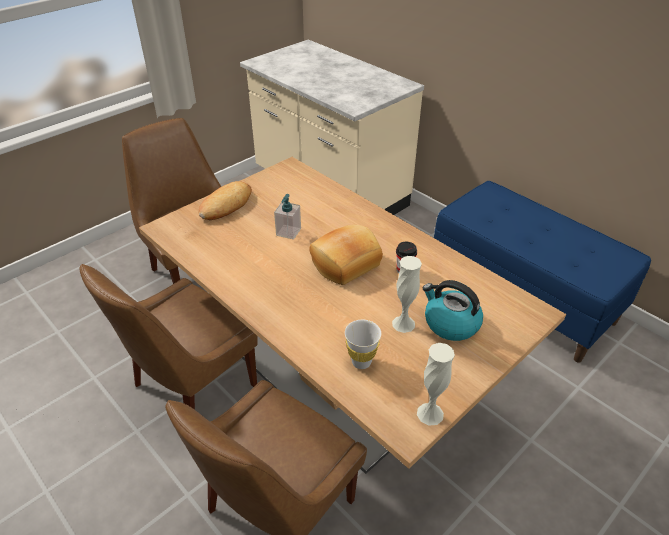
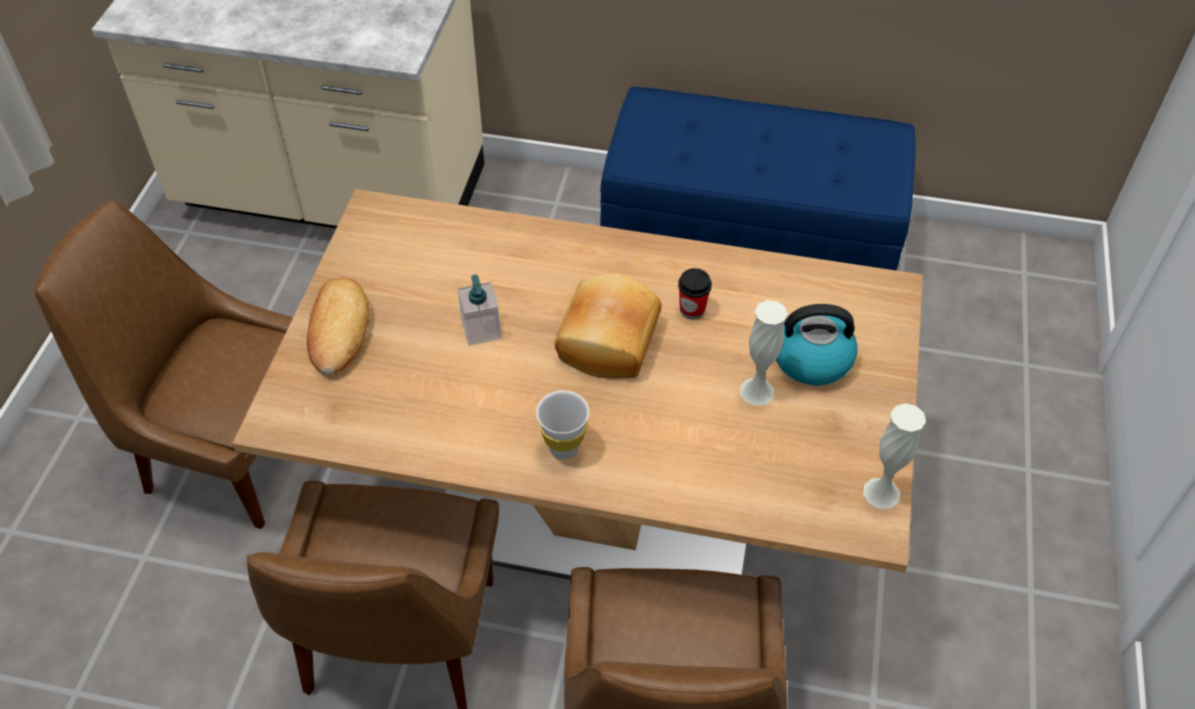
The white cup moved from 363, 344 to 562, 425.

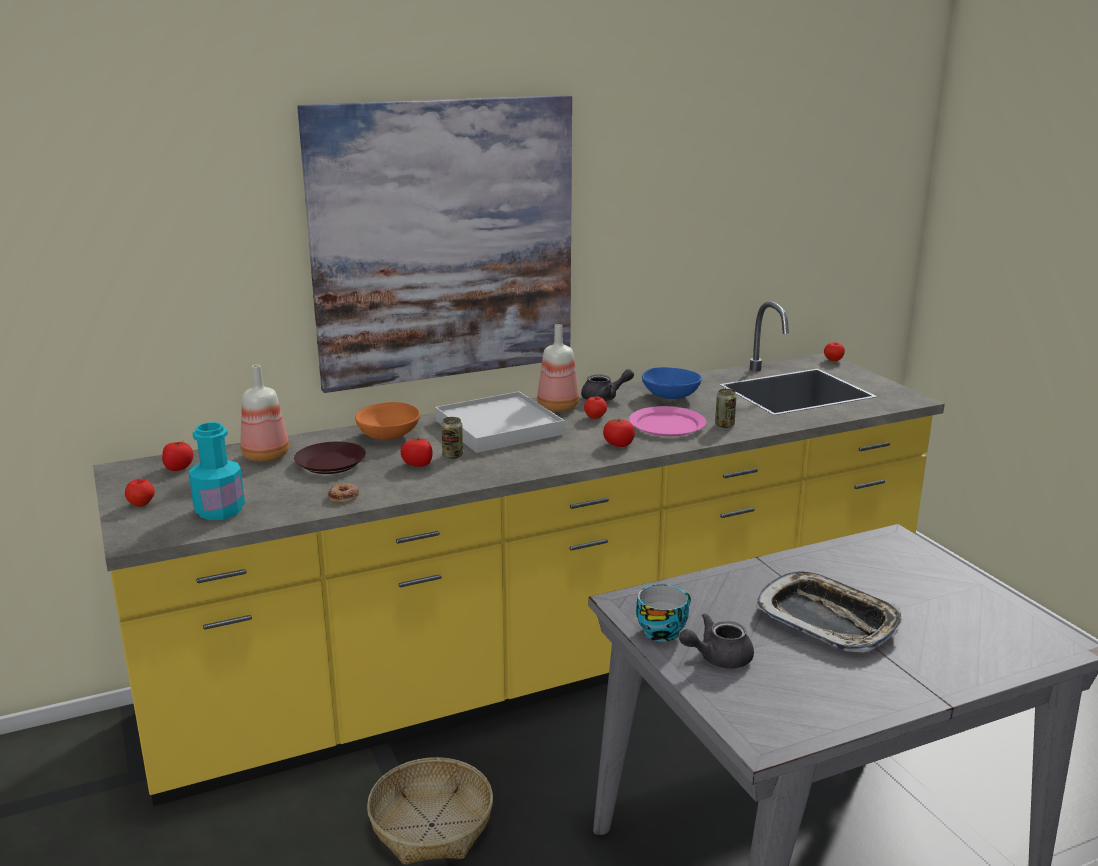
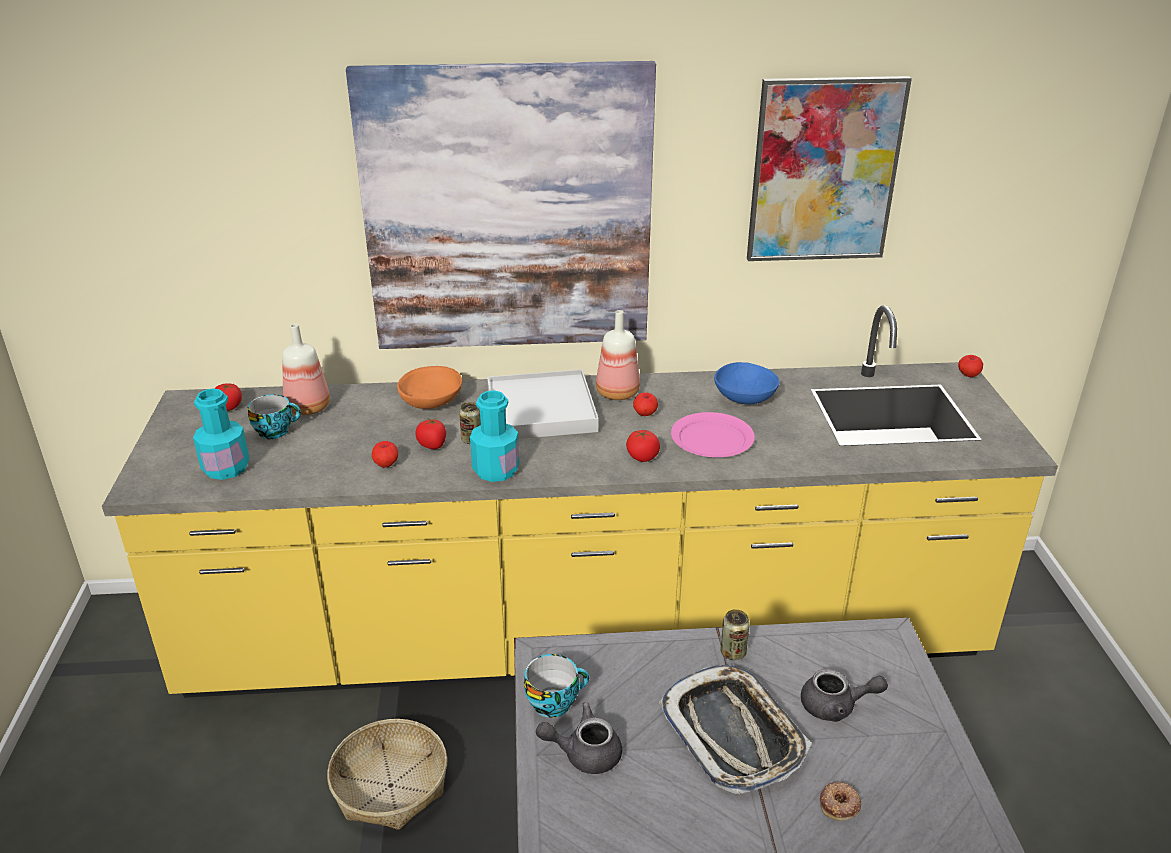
The cup at 274, 416 appeared. The apple moved from 140, 493 to 385, 454. The turquoise bottle at 494, 436 appeared. The can moved from 726, 408 to 735, 634. The picture at 829, 168 appeared. The grey teapot moved from 607, 385 to 844, 695. The donut moved from 343, 493 to 840, 801. The brown plate at 330, 458 disappeared.

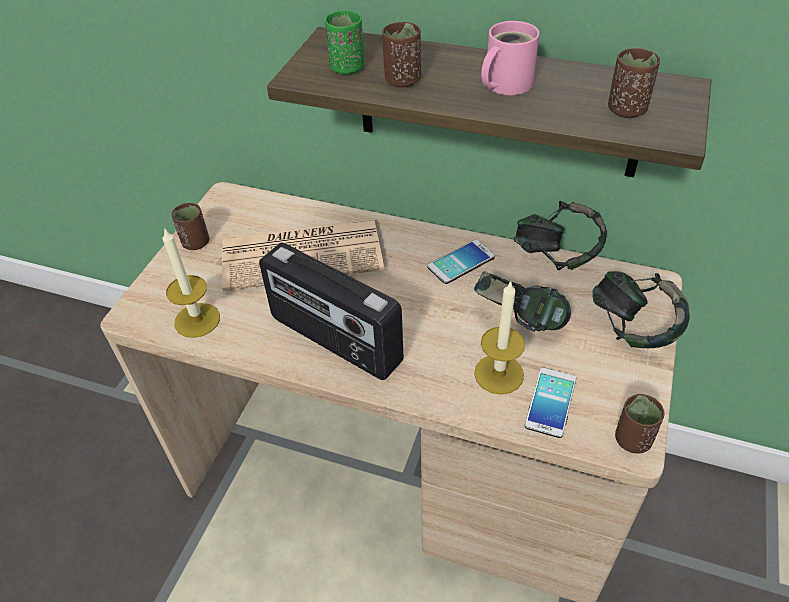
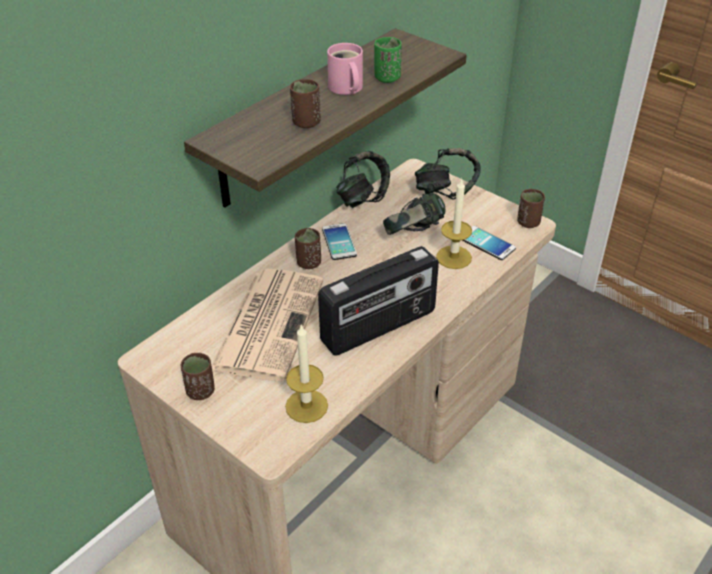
The brown cup moved from 634, 83 to 308, 248. The green cup moved from 344, 42 to 388, 60.

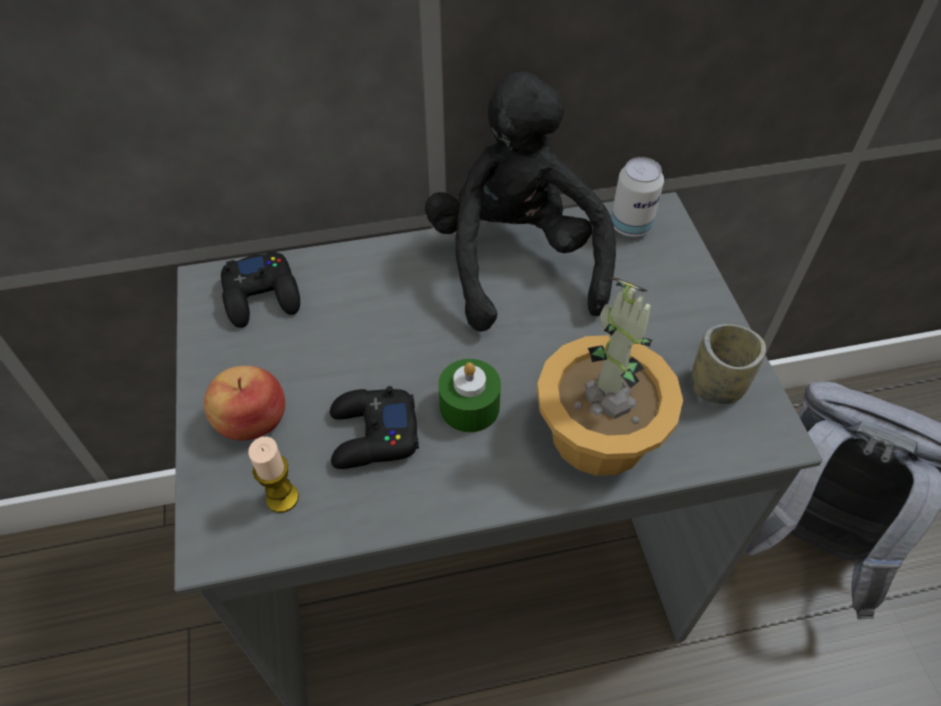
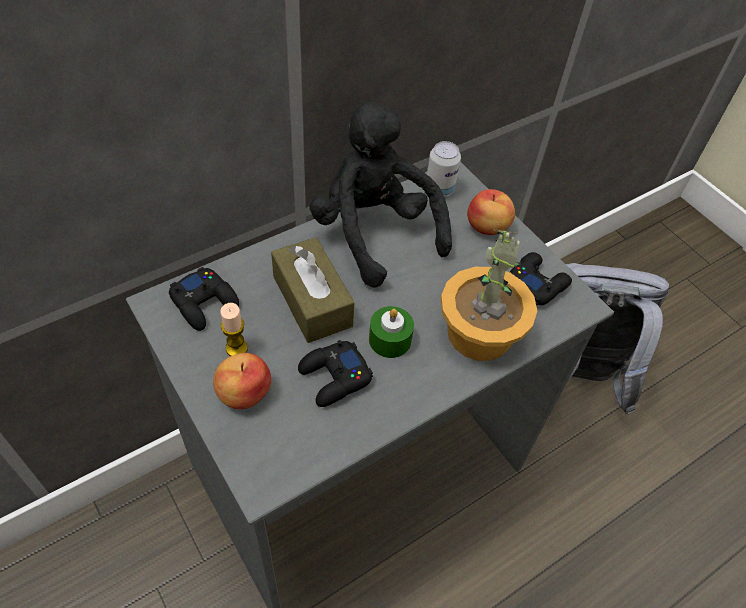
The candle moved from 273, 475 to 234, 329. The brown tissue box at 313, 290 appeared. The apple at 491, 212 appeared. The cup at 728, 364 was replaced by the black game controller at 541, 278.

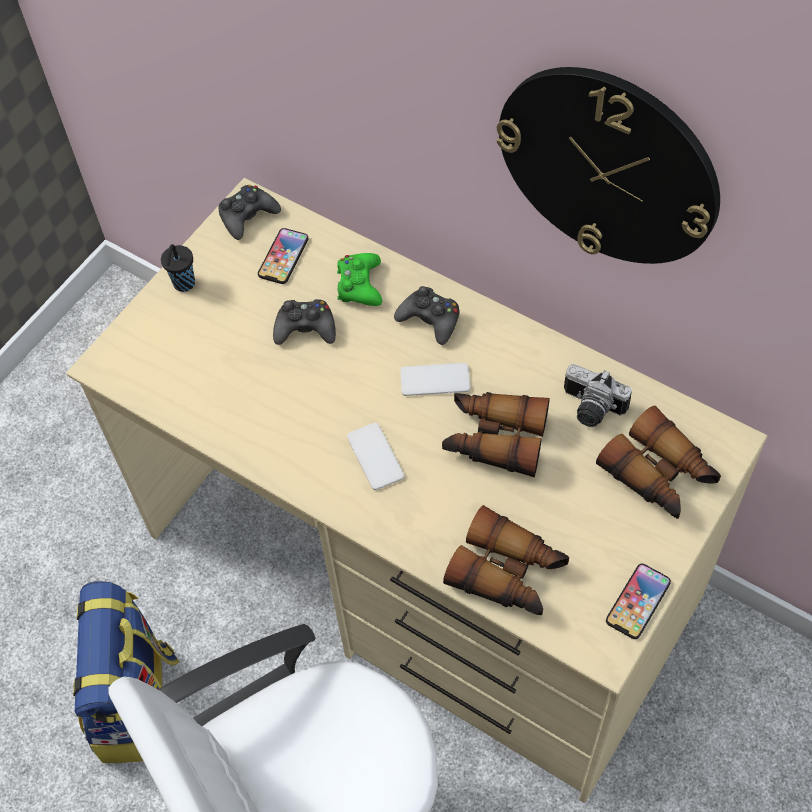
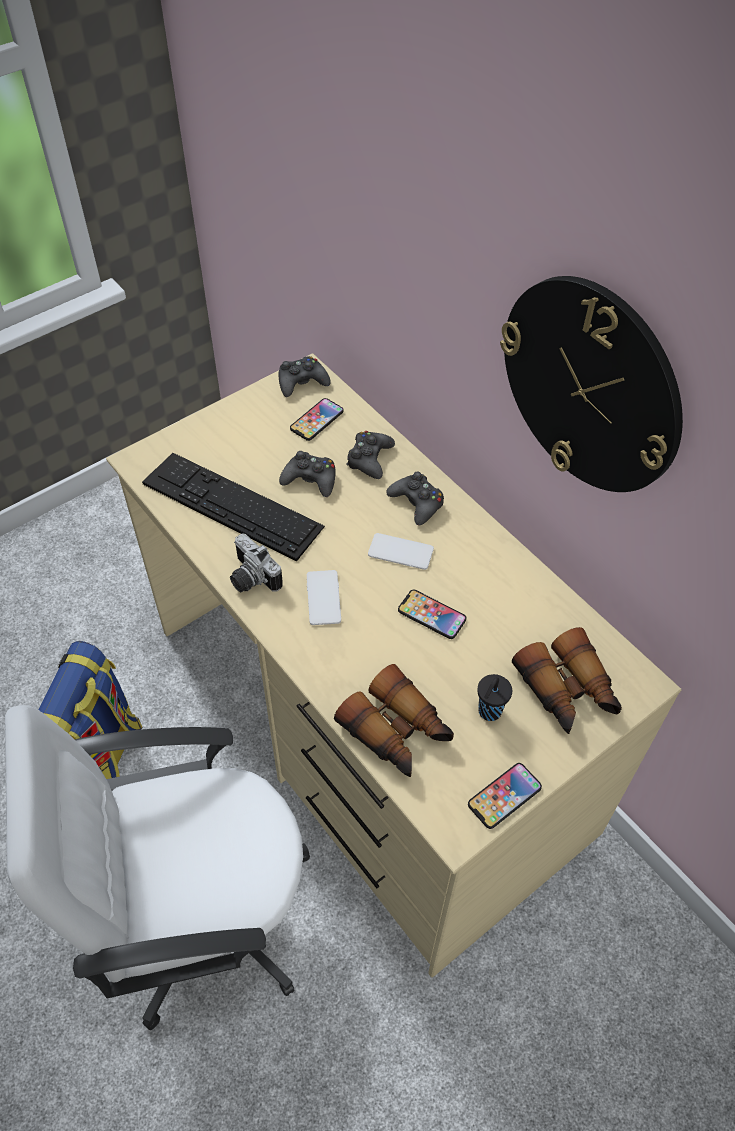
The keyboard at 233, 507 appeared. The photo camera moved from 598, 395 to 256, 563. The green game controller at 359, 279 became the black game controller at 370, 455. The binoculars at 496, 435 was replaced by the phone at 432, 614. The black cup moved from 178, 268 to 495, 697.

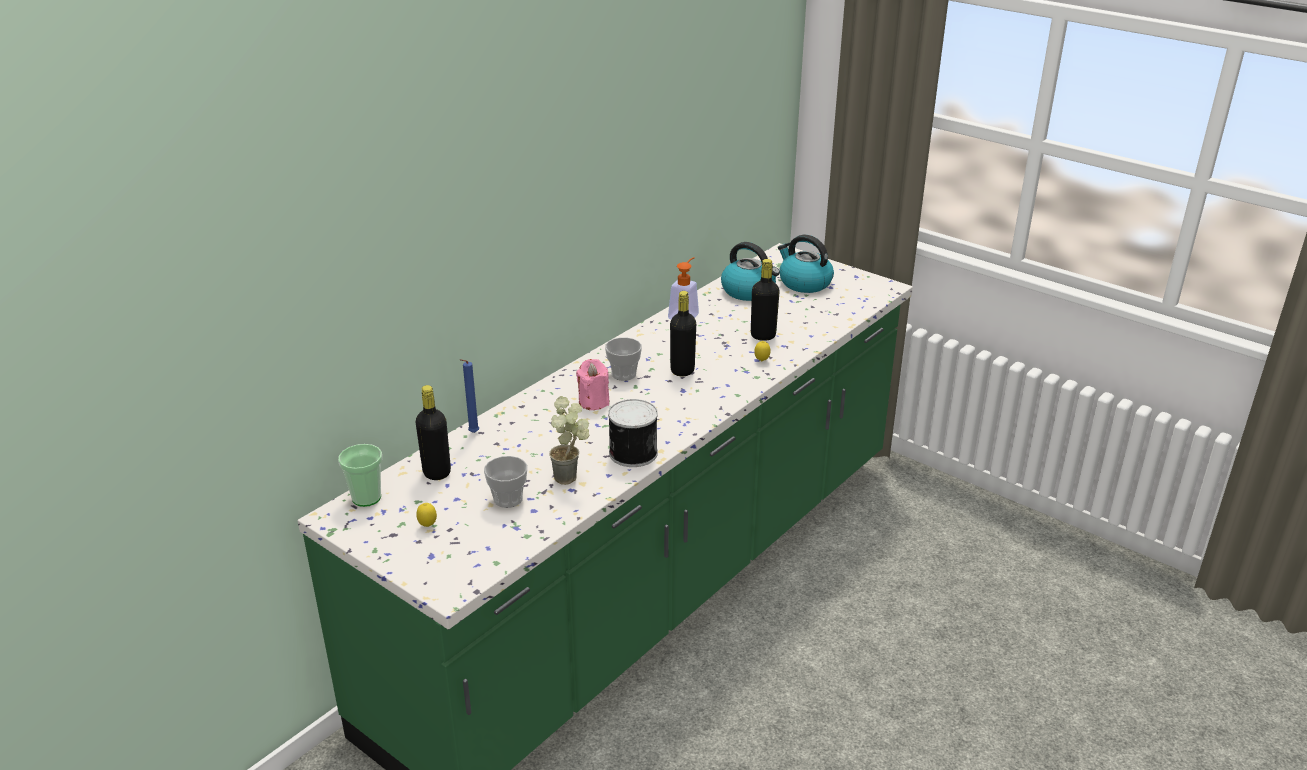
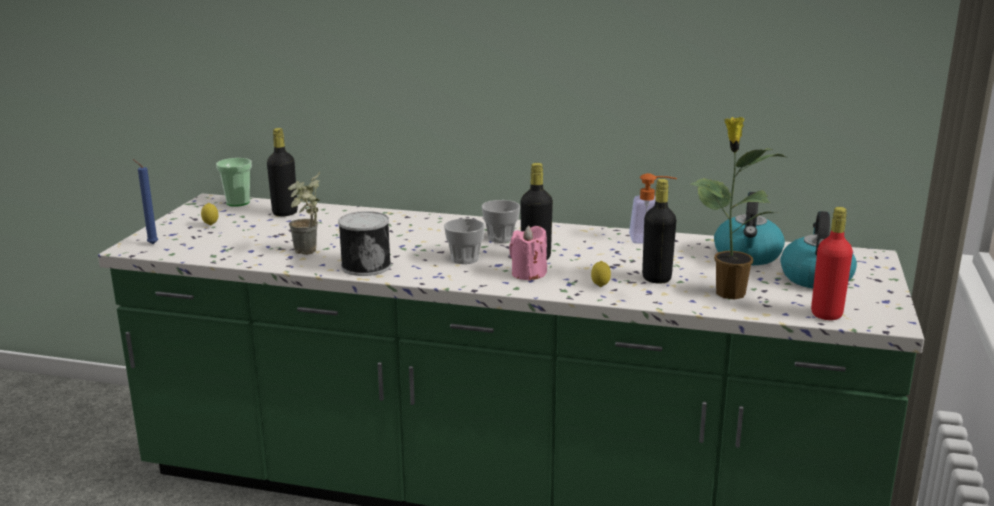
The blue candle moved from 469, 396 to 145, 201. The cup moved from 505, 482 to 464, 241. The pink candle moved from 593, 384 to 528, 253. The potted plant at 738, 208 appeared. The red bottle at 832, 263 appeared.

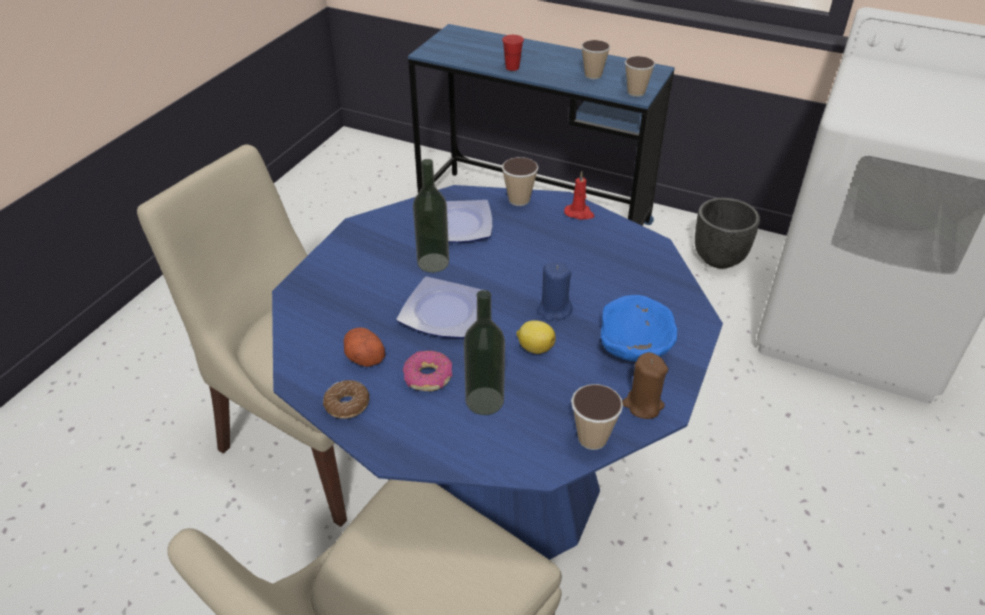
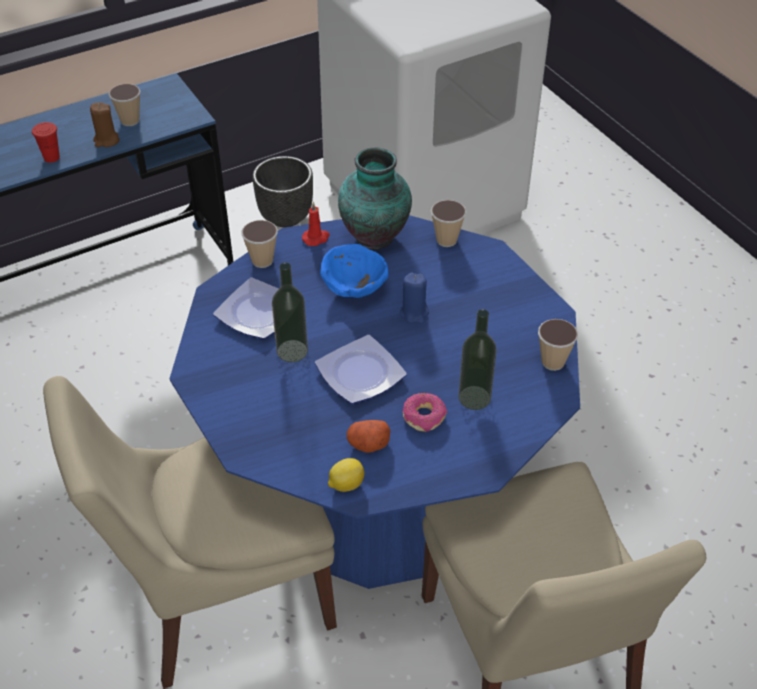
The brown candle moved from 645, 385 to 105, 124. The blue bowl moved from 639, 328 to 354, 271. The lemon moved from 536, 337 to 346, 475. The vase at 375, 198 appeared. The cup moved from 640, 76 to 448, 223. The donut at 346, 399 disappeared.

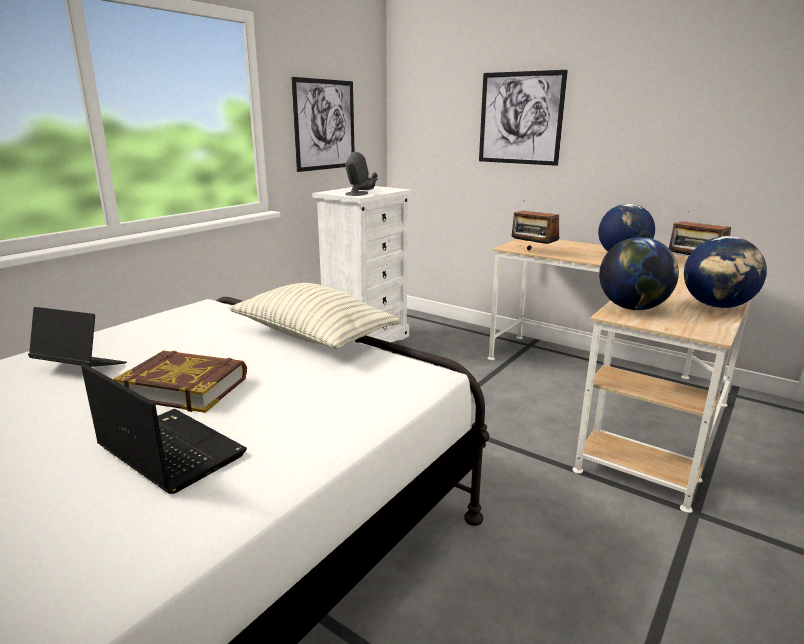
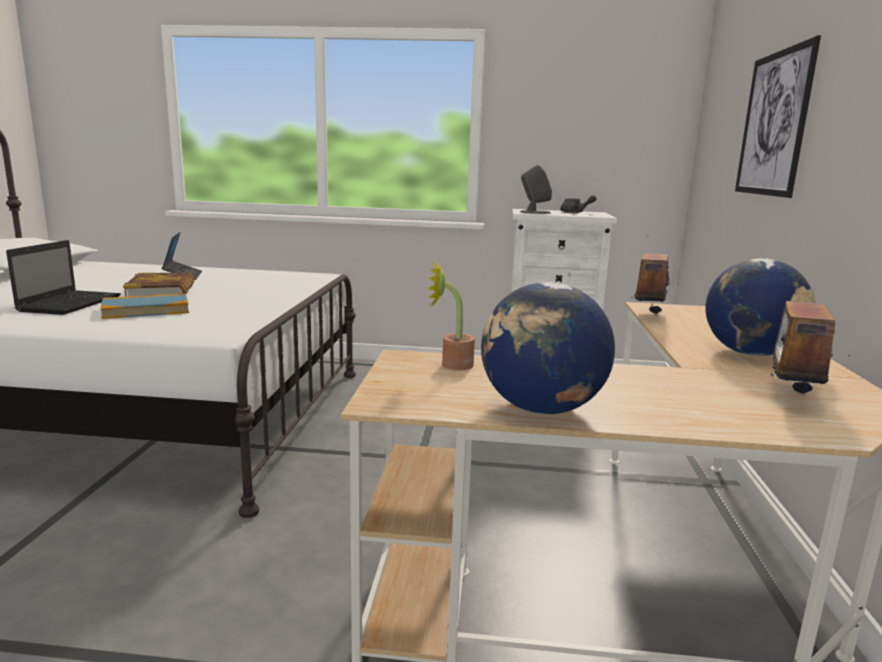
The book at 144, 306 appeared. The globe at 639, 273 was replaced by the potted plant at 451, 315. The pillow at 314, 316 disappeared. The picture at 323, 124 disappeared.

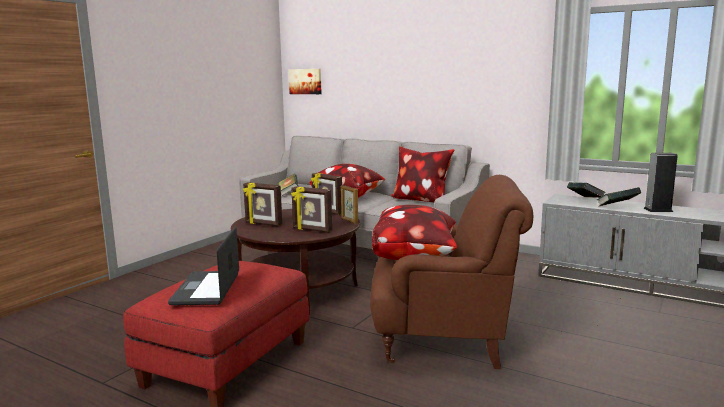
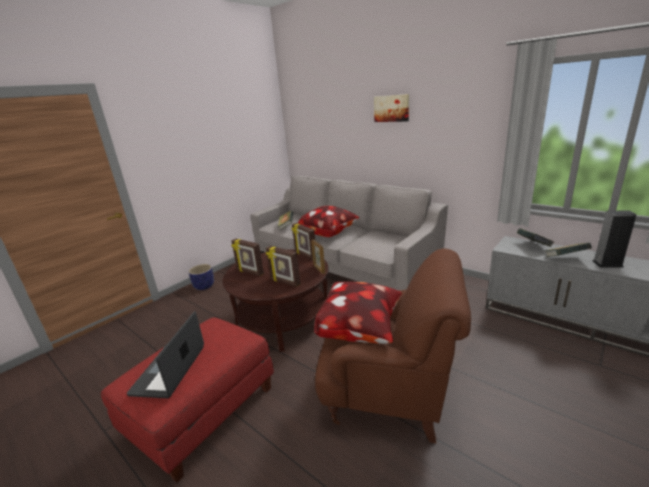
The planter at 201, 277 appeared. The picture moved from 305, 81 to 391, 108. The pillow at 422, 174 disappeared.

